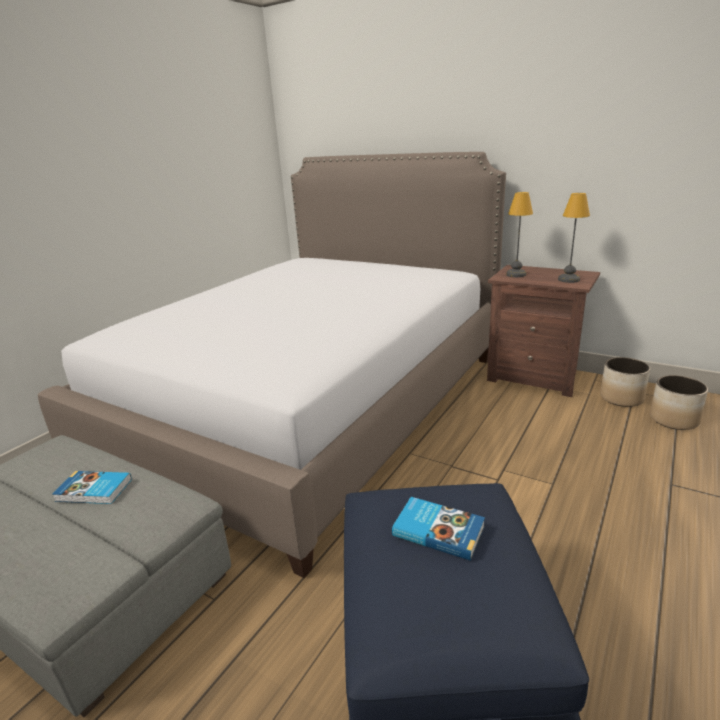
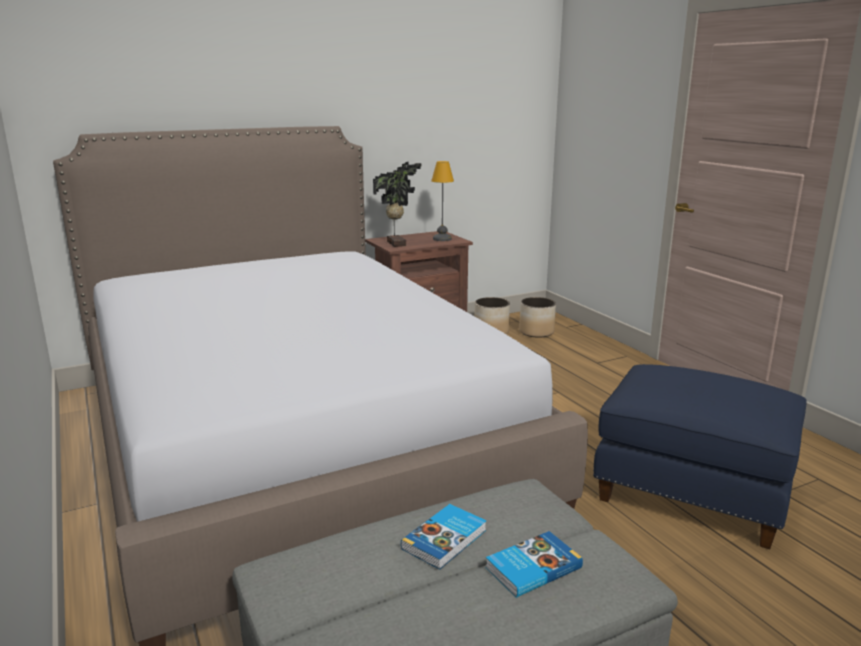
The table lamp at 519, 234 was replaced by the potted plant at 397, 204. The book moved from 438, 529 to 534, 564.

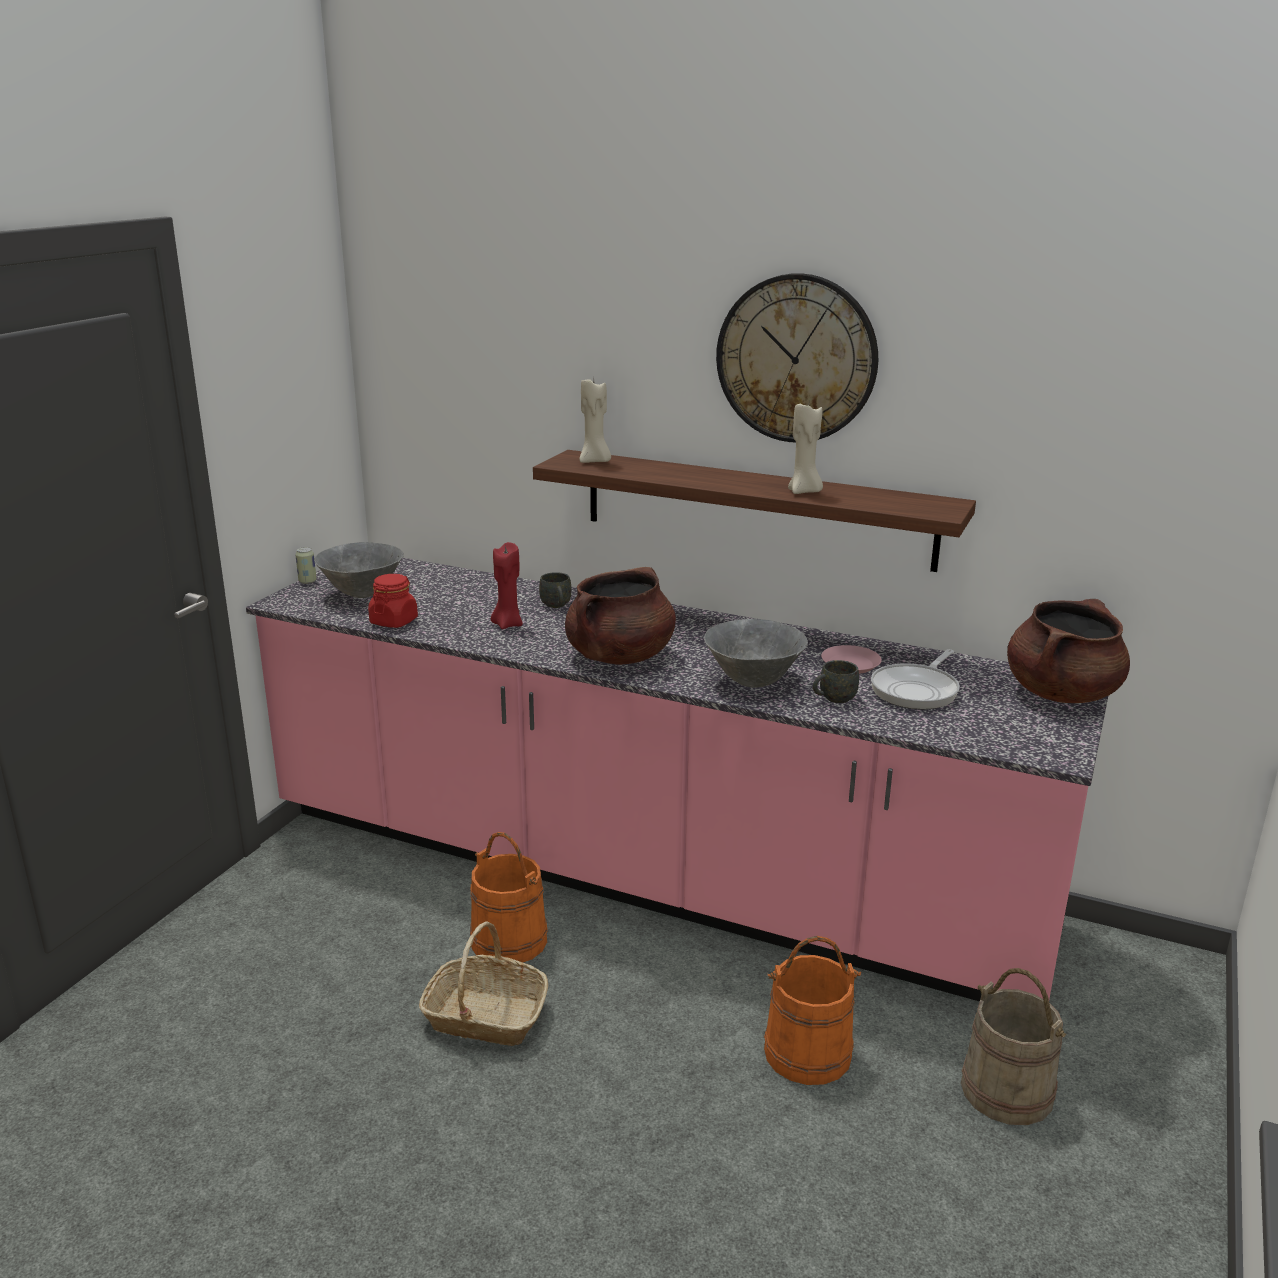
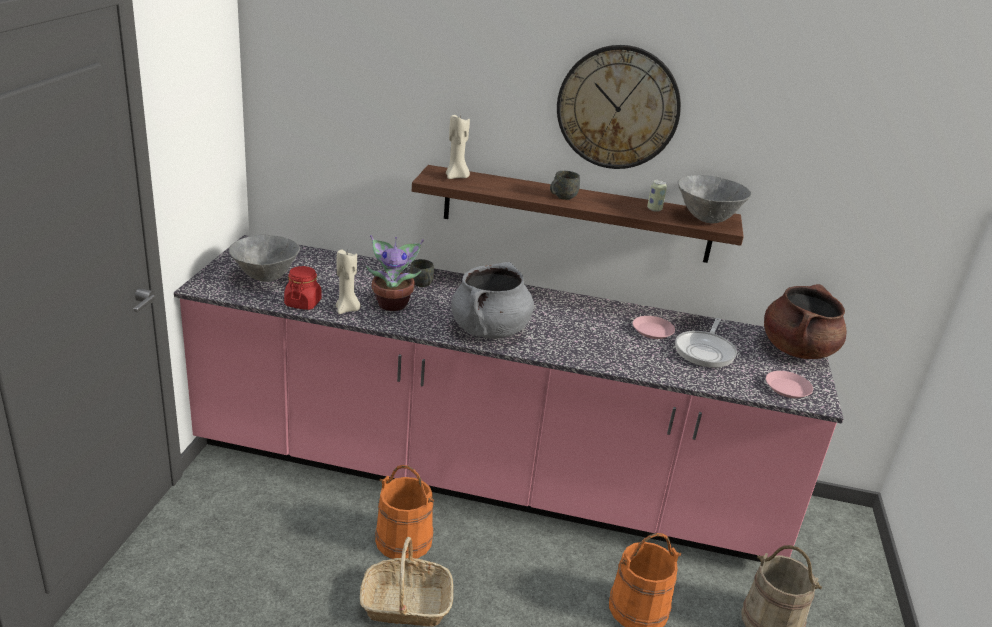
The beige candle moved from 805, 449 to 348, 281. The red candle at 507, 585 was replaced by the potted plant at 395, 273. The brown cooking pot at 620, 616 became the grey cooking pot at 492, 300. The grey mug moved from 836, 681 to 565, 185. The can moved from 306, 565 to 657, 196. The grey bowl moved from 756, 653 to 715, 199. The pink plate at 789, 384 appeared.

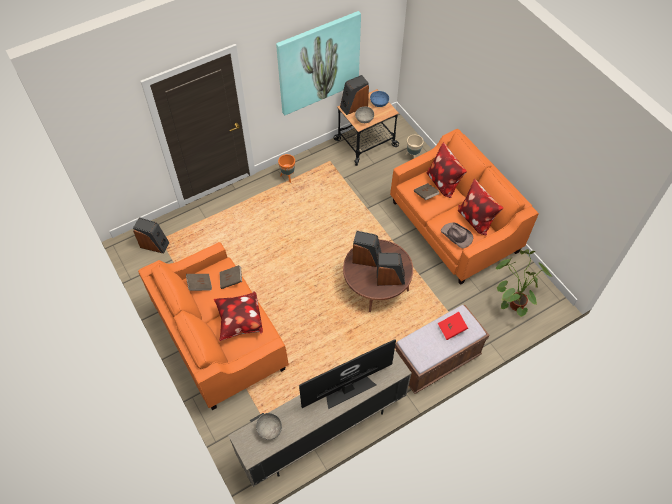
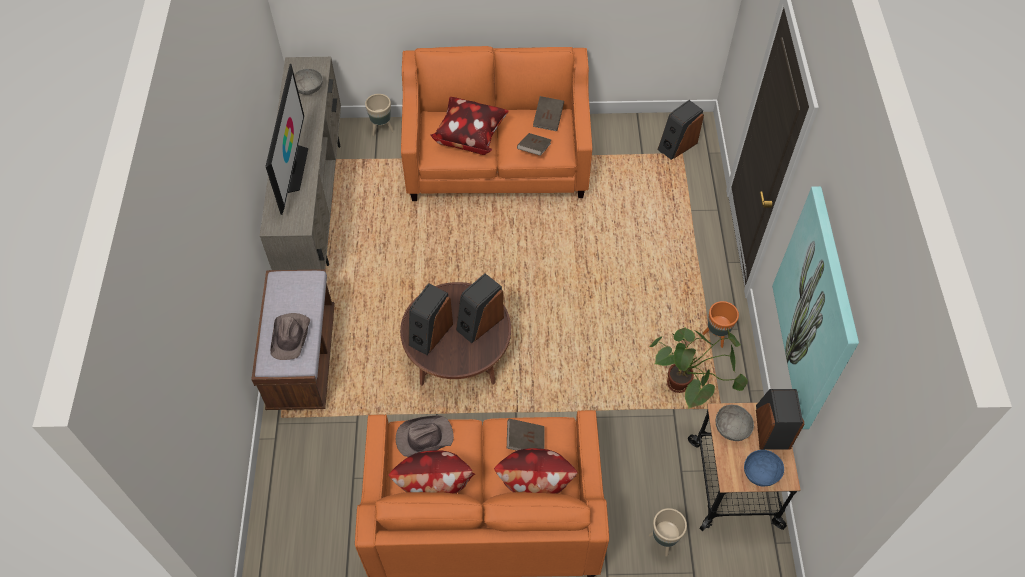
The red book at 453, 326 was replaced by the brown hat at 290, 336. The beige planter at 379, 115 appeared. The potted plant moved from 523, 283 to 699, 368.

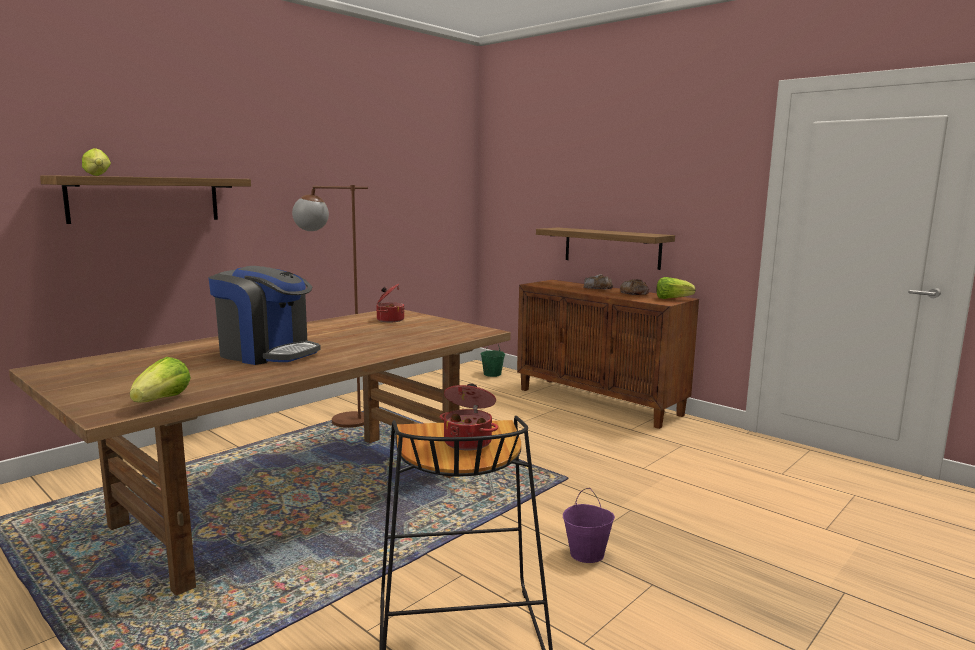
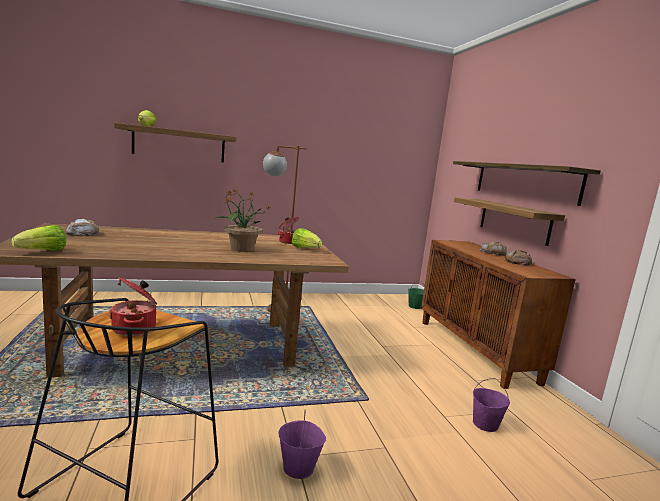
The bread at 83, 227 appeared. The potted plant at 242, 220 appeared. The lettuce moved from 676, 288 to 307, 238. The shelf at 527, 183 appeared. The purple bucket at 491, 405 appeared. The coffee machine at 264, 315 disappeared.

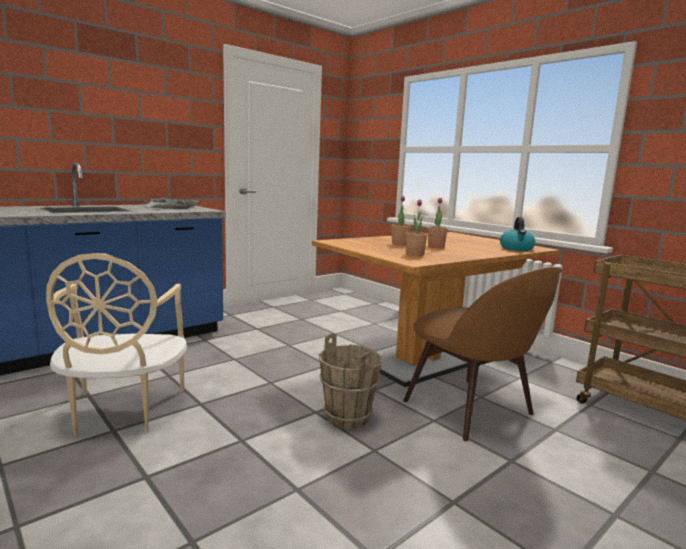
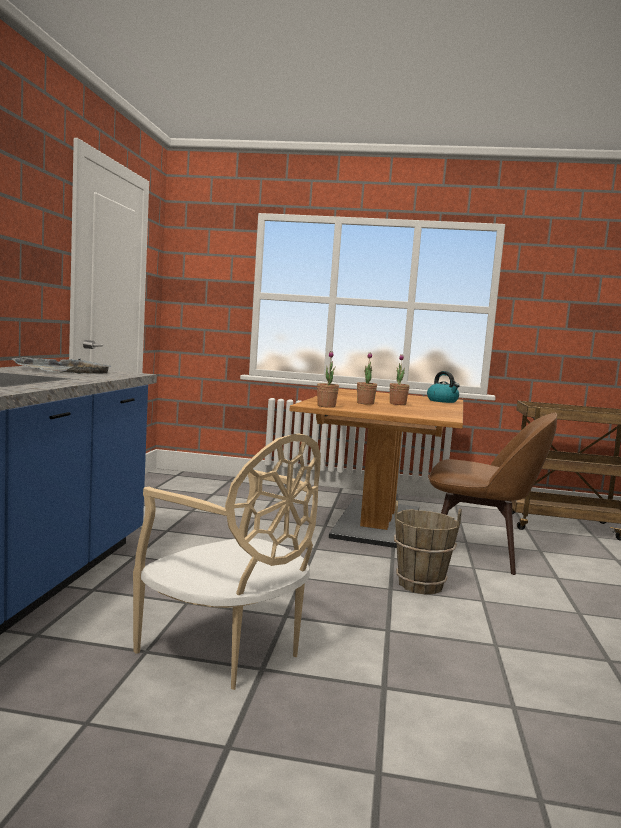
The potted plant moved from 416, 227 to 328, 379.

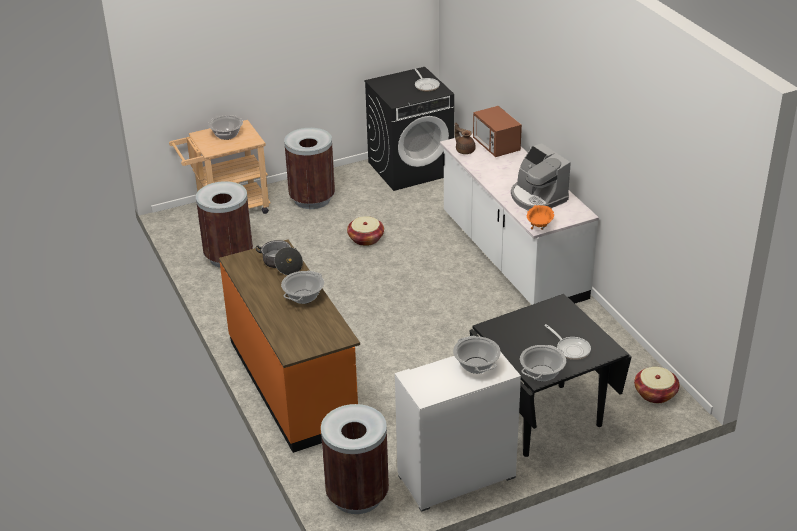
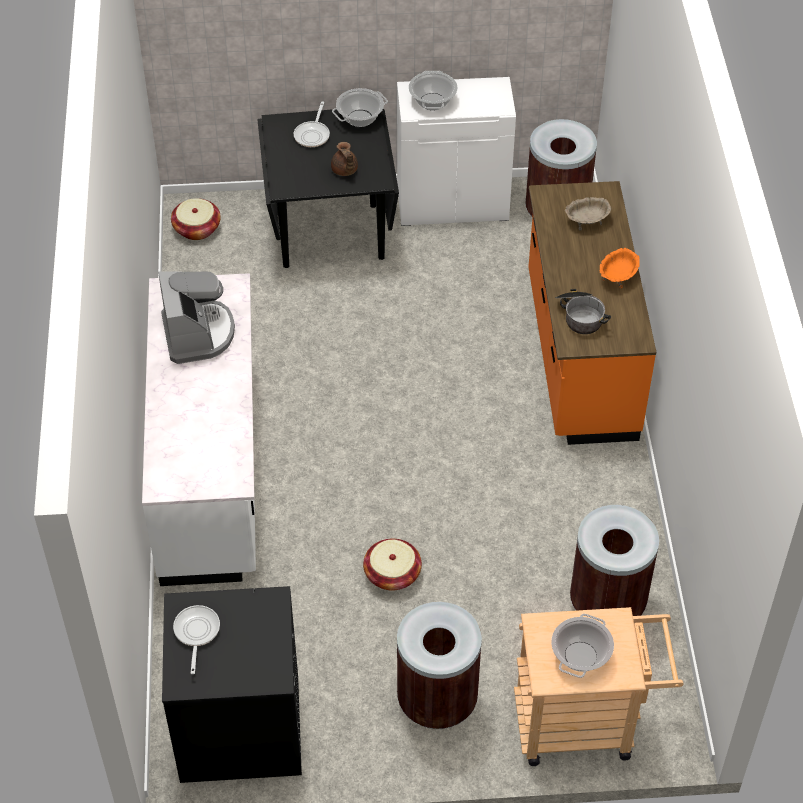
The frying pan at 567, 342 turned 150 degrees counterclockwise. The brown teapot moved from 465, 138 to 344, 159. The beige bowl at 588, 214 appeared. The orange bowl moved from 540, 217 to 620, 268. The cooking pot at 302, 287 disappeared. The microwave at 497, 131 disappeared.

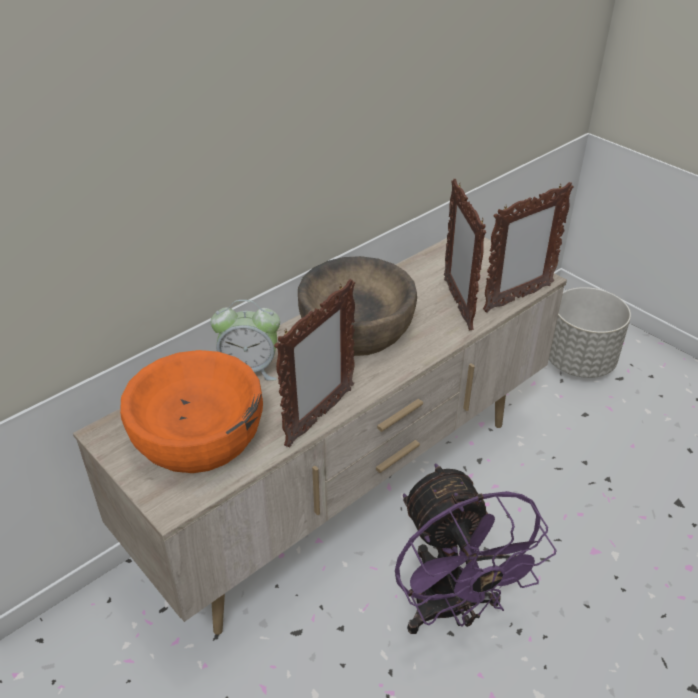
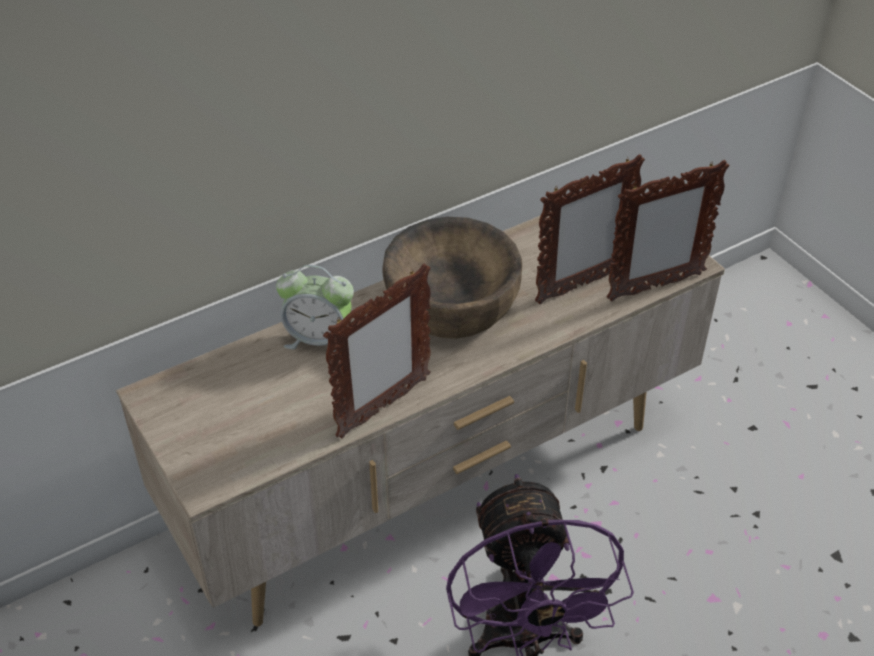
The picture frame at 465, 254 turned 120 degrees counterclockwise. The orange bowl at 191, 411 disappeared. The grey planter at 590, 332 disappeared.

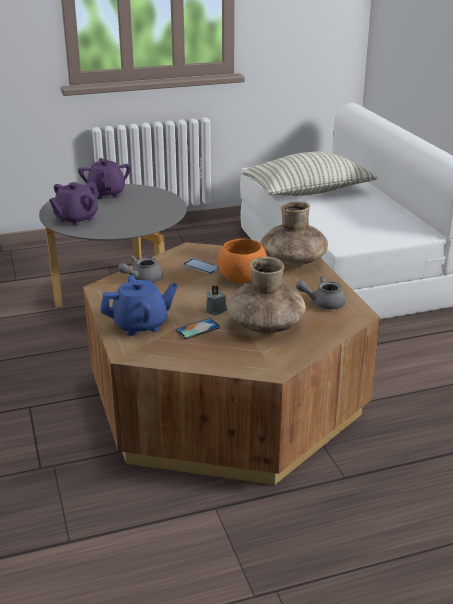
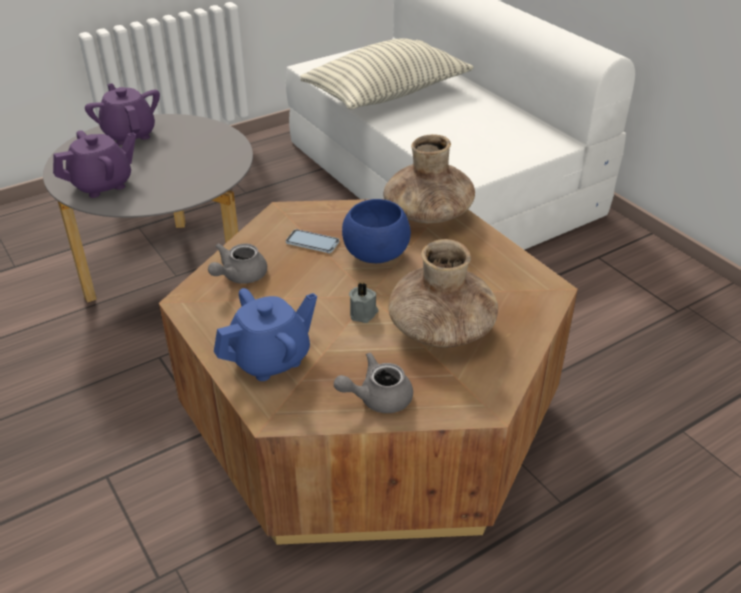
The purple teapot at 74, 204 turned 150 degrees counterclockwise. The grey teapot moved from 321, 292 to 373, 383. The orange bowl at 242, 261 became the blue bowl at 376, 231. The phone at 198, 328 disappeared.

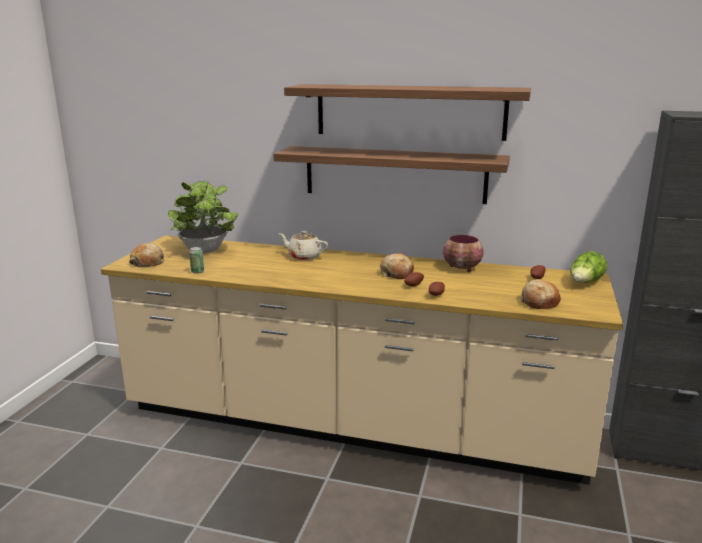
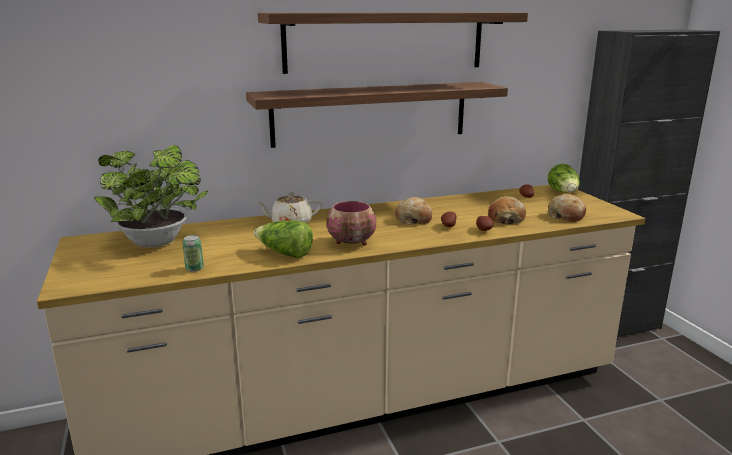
The lettuce at 283, 239 appeared. The bowl moved from 463, 253 to 351, 223. The bread moved from 146, 255 to 507, 210.

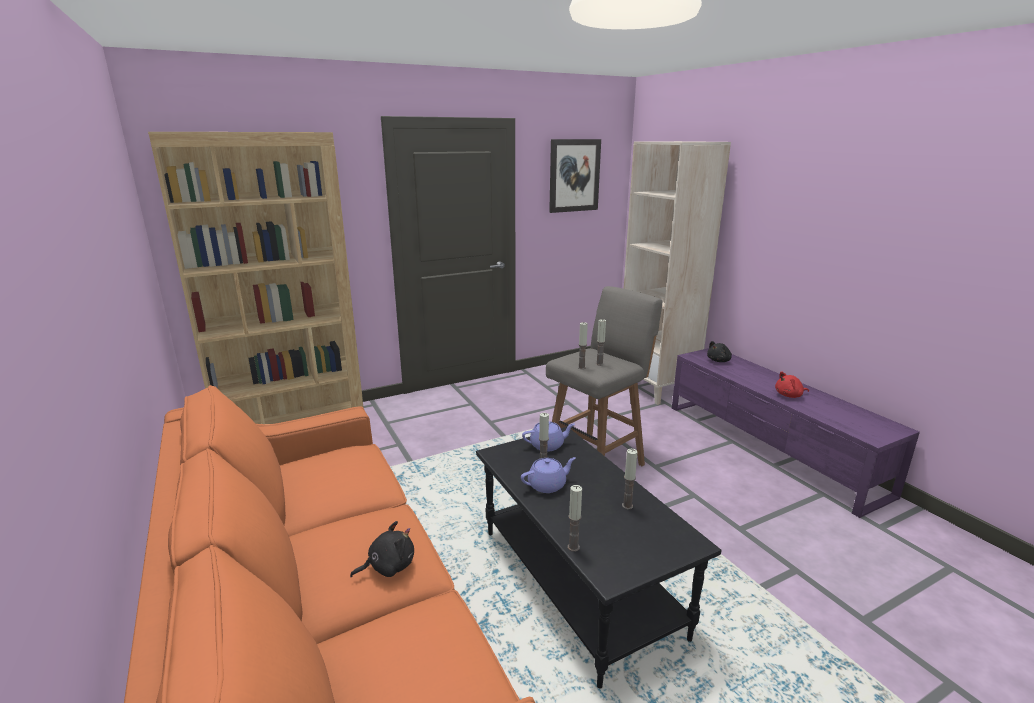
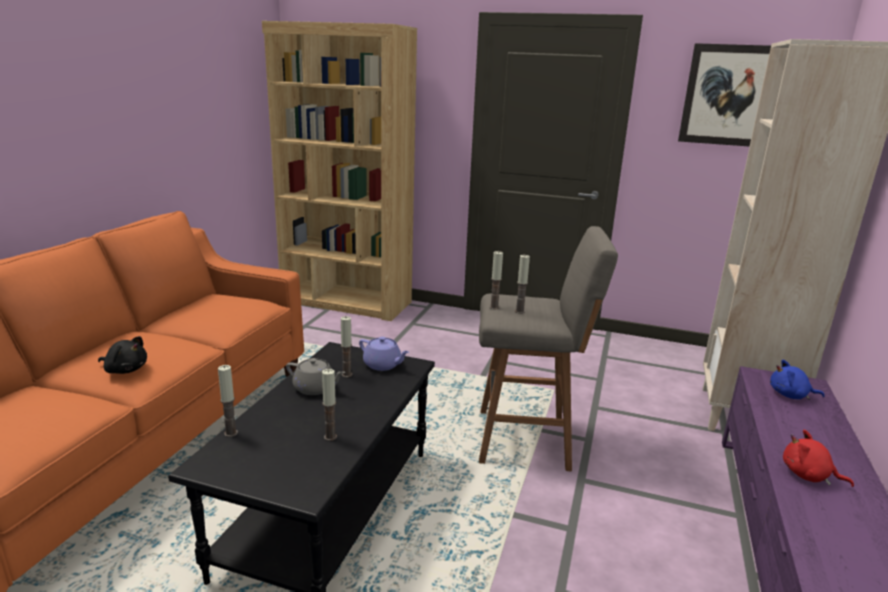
The purple teapot at 548, 475 became the grey teapot at 315, 376. The black plush toy at 719, 351 became the blue plush toy at 797, 380.

